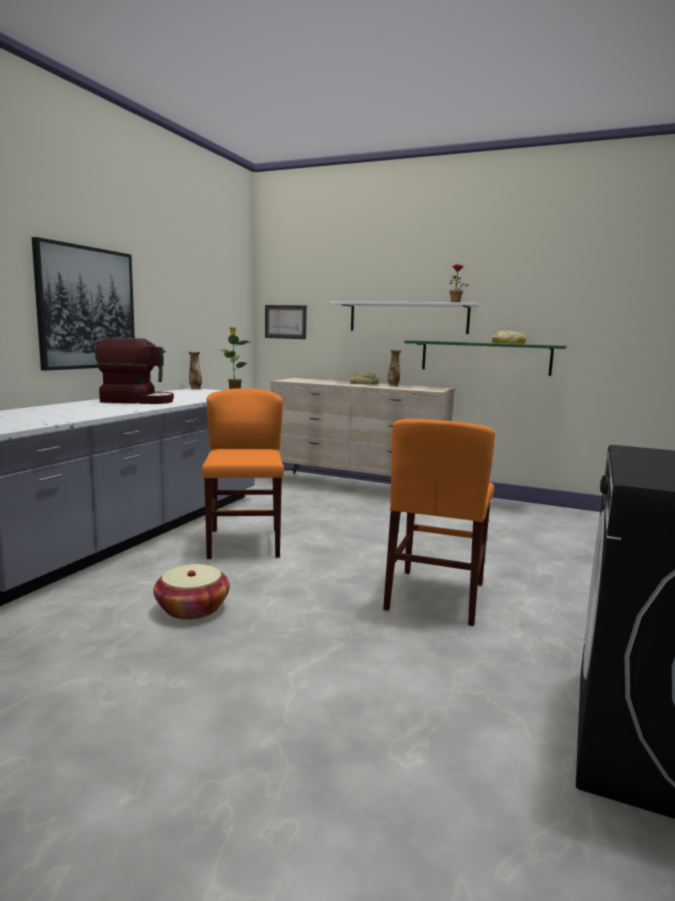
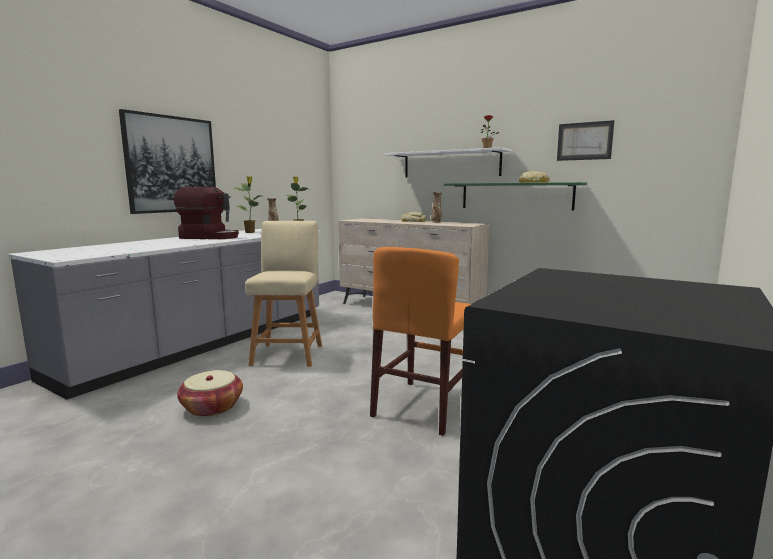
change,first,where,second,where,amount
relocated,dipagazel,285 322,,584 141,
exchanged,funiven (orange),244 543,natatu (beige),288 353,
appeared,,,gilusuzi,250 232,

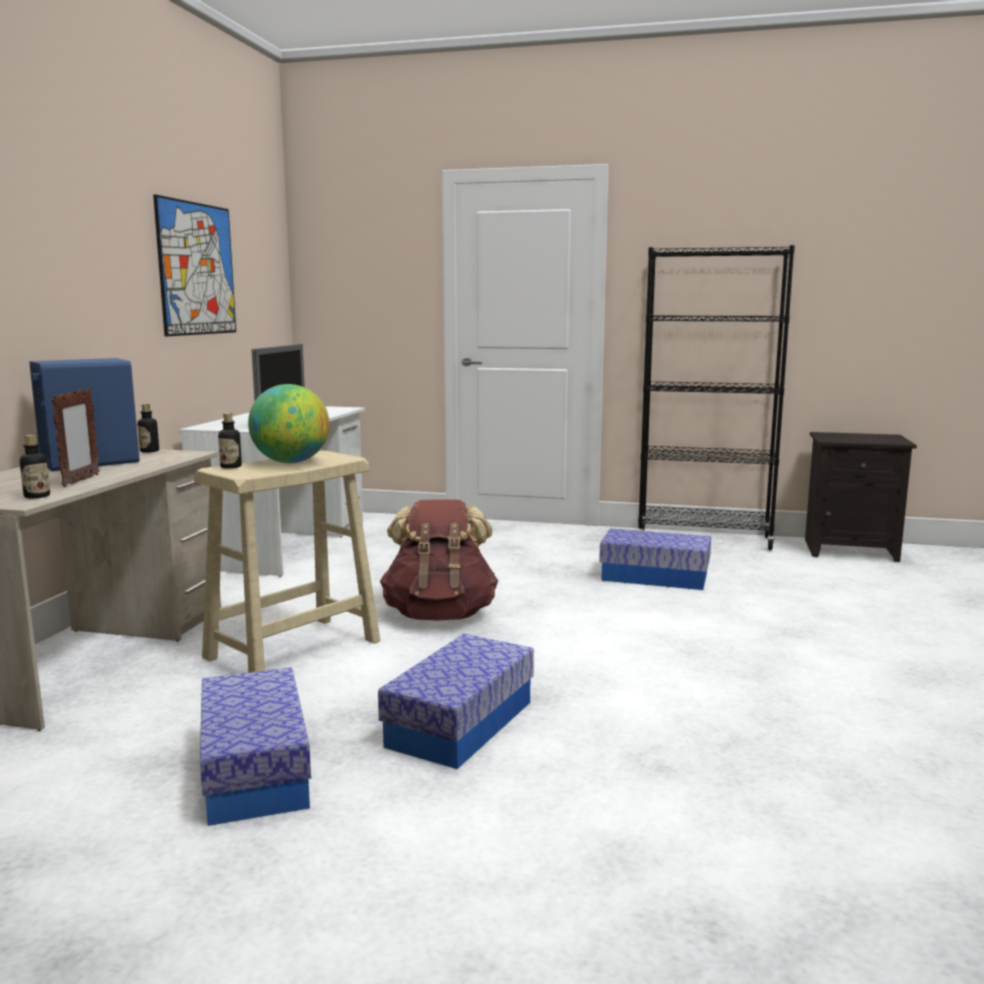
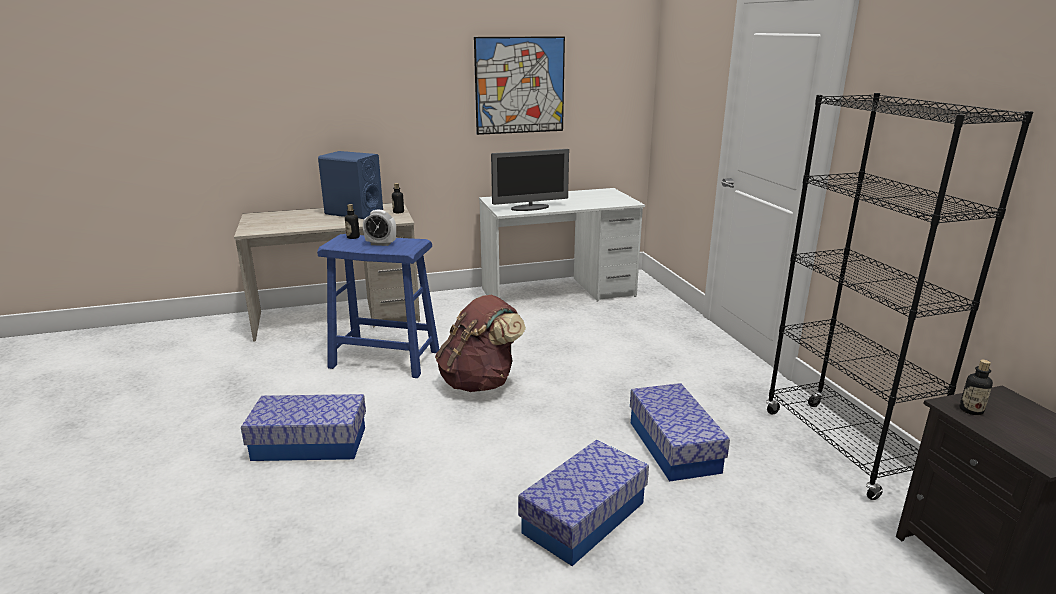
change,first,where,second,where,amount
exchanged,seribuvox,291 462,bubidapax,381 244,
missing,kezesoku,80 481,,,
relocated,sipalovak,37 496,,971 410,
colour,natatu (beige),292 650,natatu (blue),384 358,
relocated,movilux,255 770,,584 517,

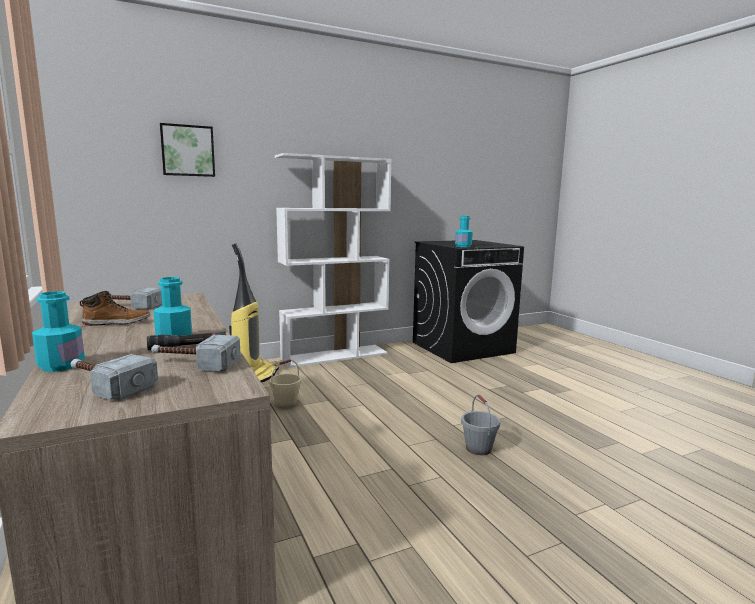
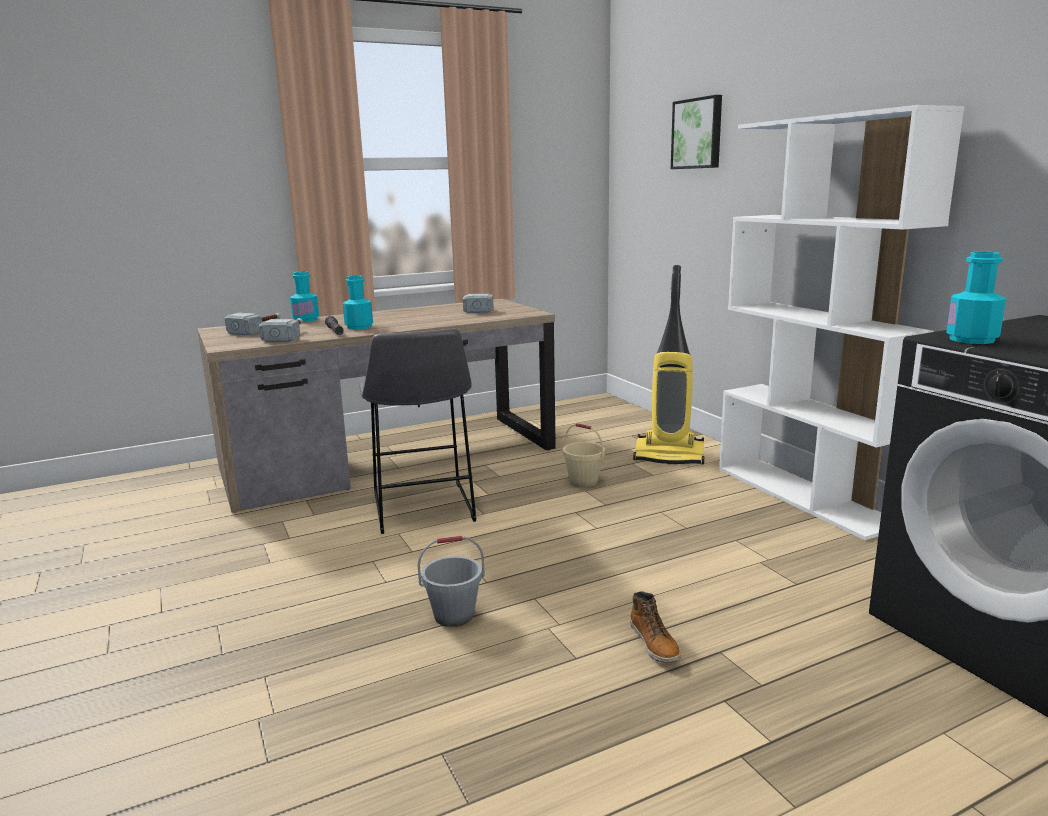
change,first,where,second,where,amount
relocated,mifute,117 322,,655 643,
appeared,,,natatu (grey),422 509,

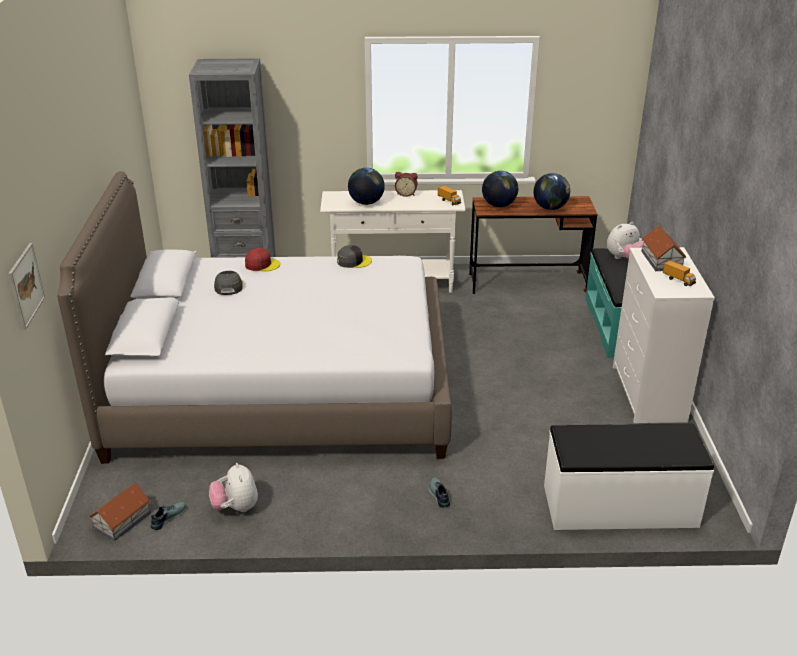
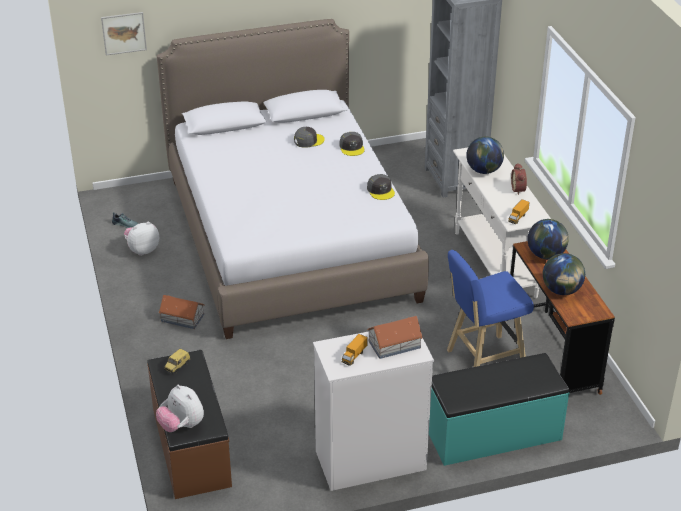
change,first,where,second,where,amount
relocated,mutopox,624 259,,181 425,
colour,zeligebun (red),262 264,zeligebun (grey),352 147,
colour,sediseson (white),620 507,sediseson (brown),190 447,
missing,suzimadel,438 495,,,
relocated,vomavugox,121 520,,182 317,
appeared,,,natatu (blue),482 361,
appeared,,,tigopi,177 367,

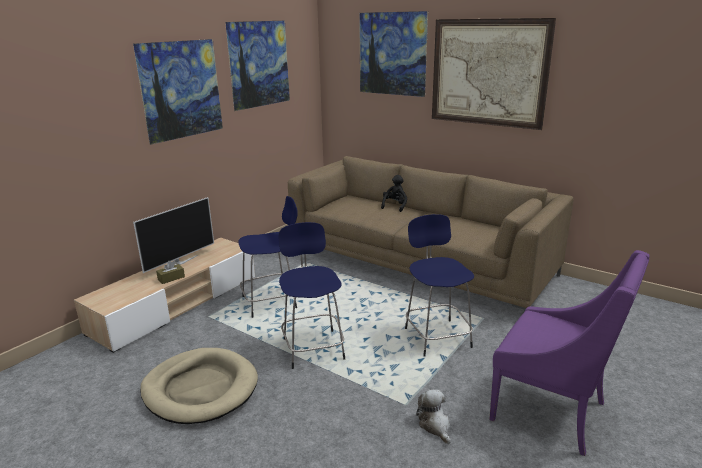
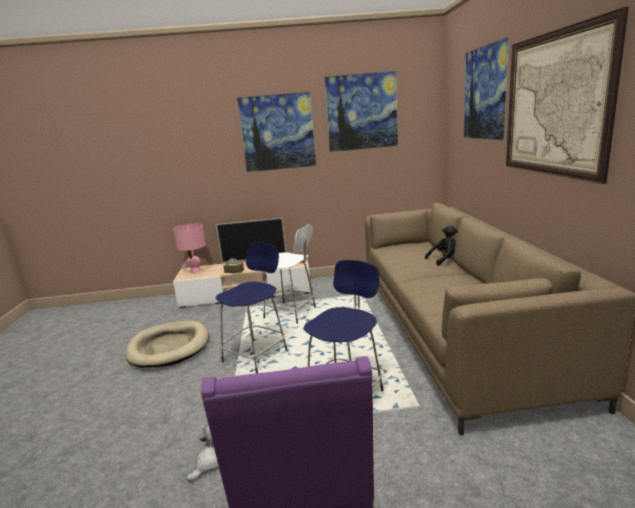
change,first,where,second,where,amount
colour,natatu (blue),271 301,natatu (white),292 313,
appeared,,,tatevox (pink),196 271,

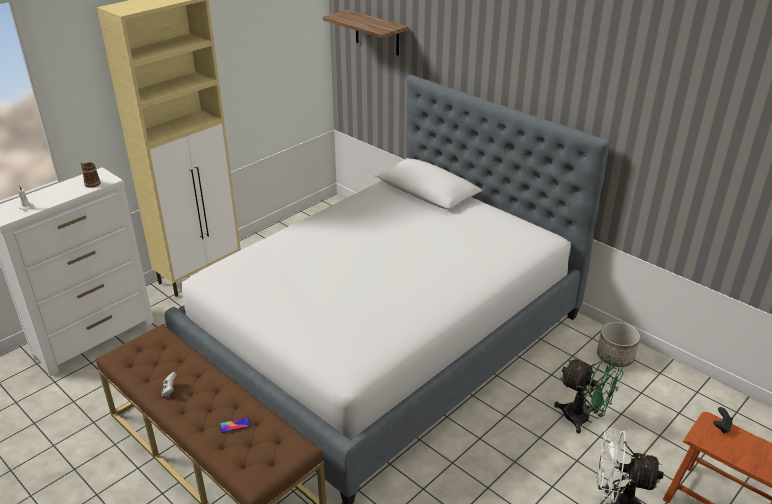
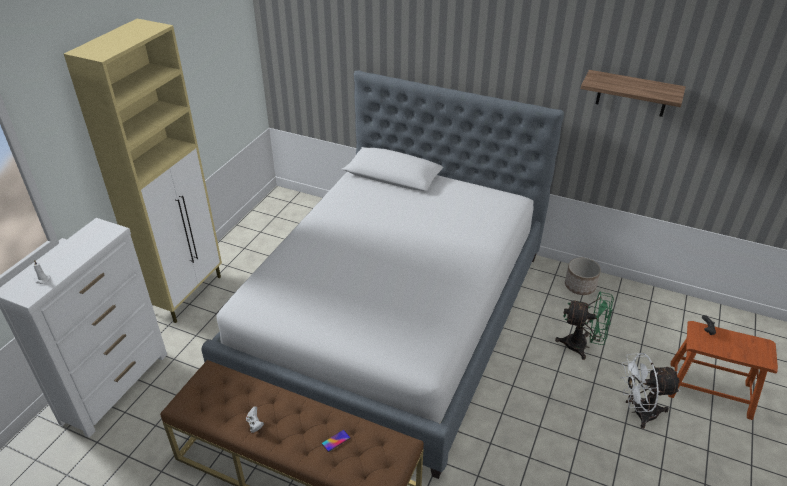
change,first,where,second,where,amount
relocated,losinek,377 33,,632 94,
missing,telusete,90 183,,,

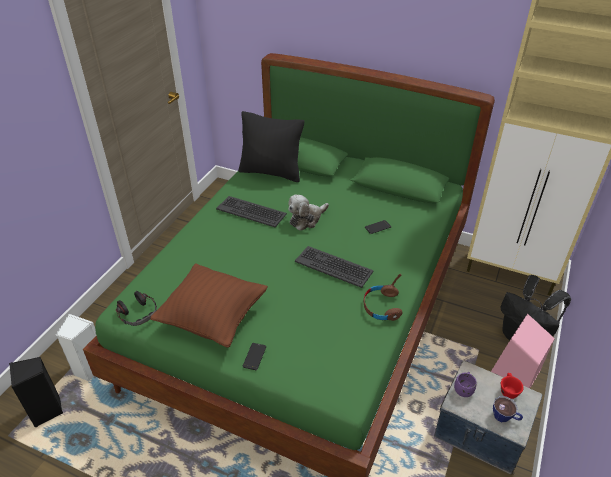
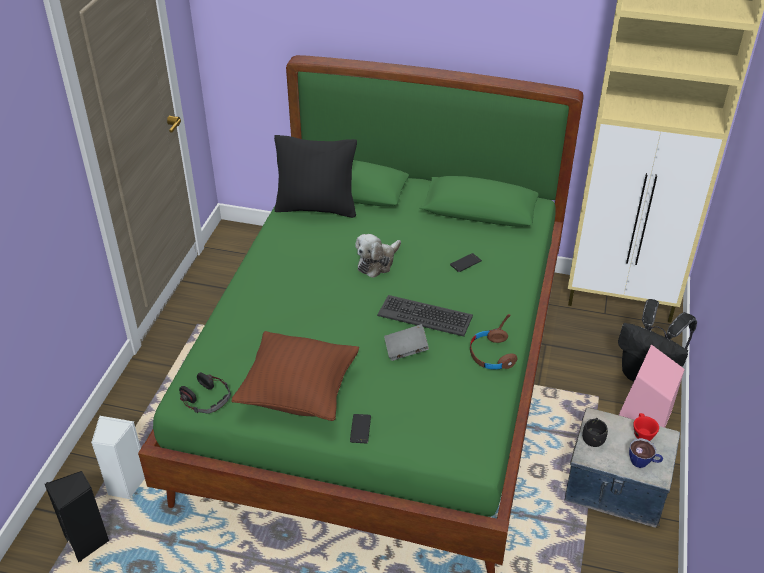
change,first,where,second,where,amount
missing,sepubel,251 211,,,
colour,telusete (purple),464 389,telusete (black),593 438,
appeared,,,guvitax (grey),406 350,

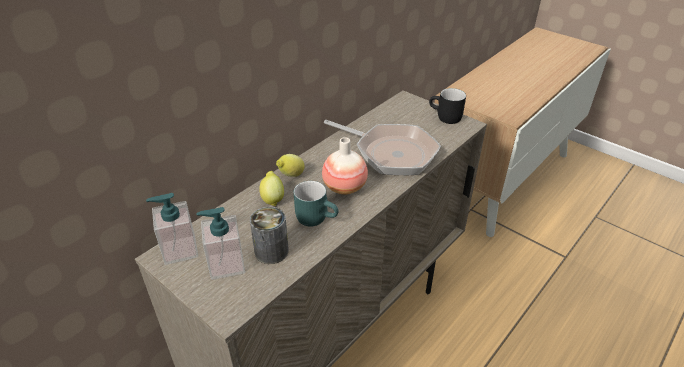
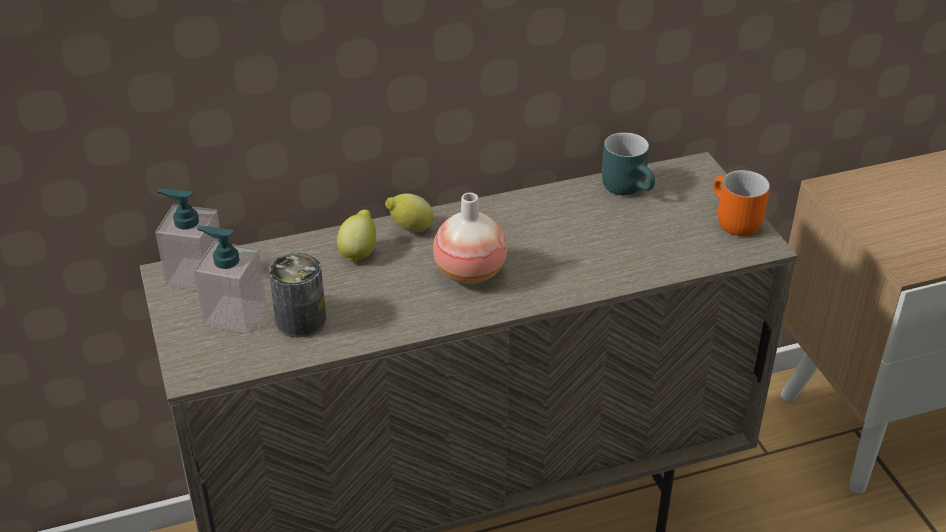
change,first,where,second,where,amount
colour,telusete (black),445 118,telusete (orange),731 221,
missing,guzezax,391 153,,,
relocated,telusete (turquoise),317 217,,630 187,

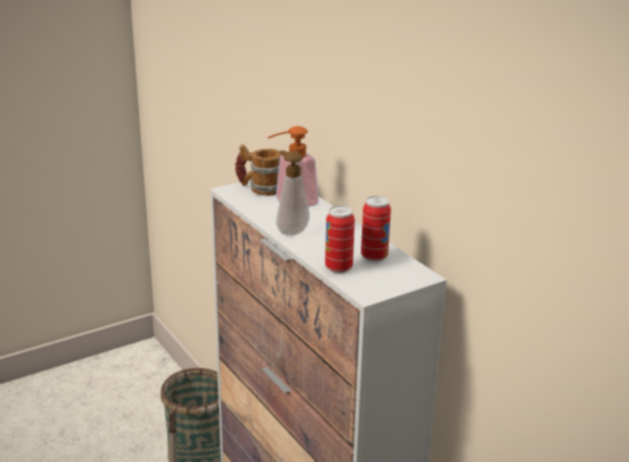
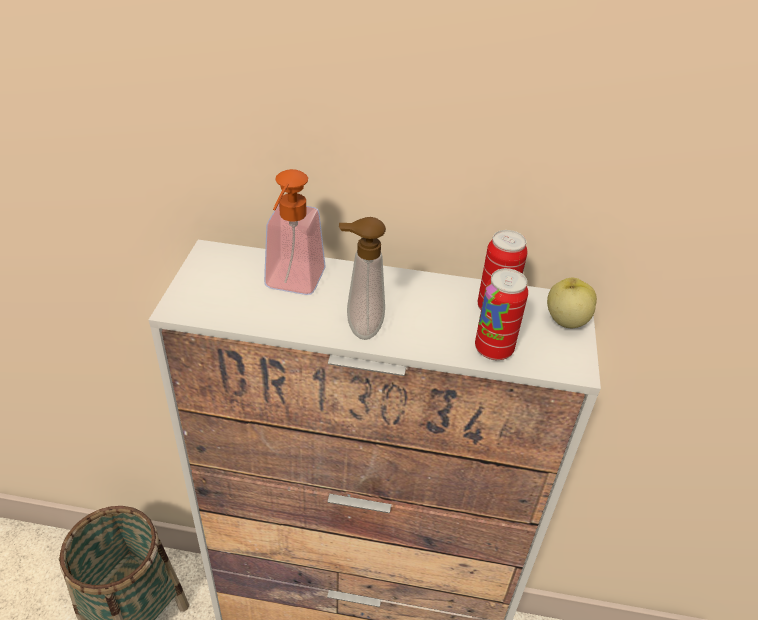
change,first,where,second,where,amount
missing,telusete,259 188,,,
appeared,,,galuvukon,565 320,

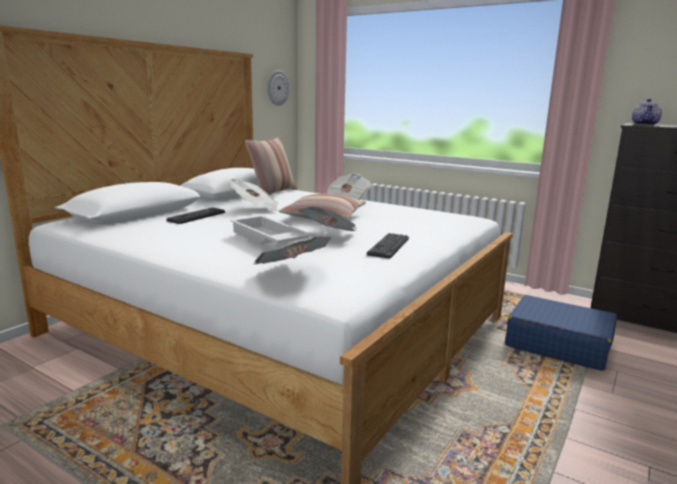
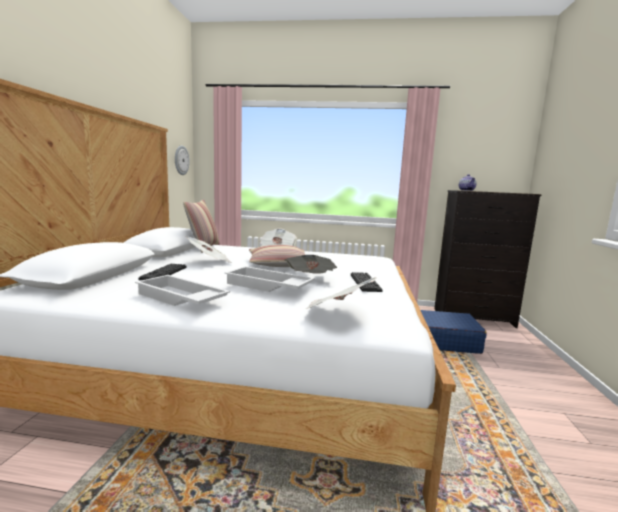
change,first,where,second,where,amount
appeared,,,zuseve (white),179 299,

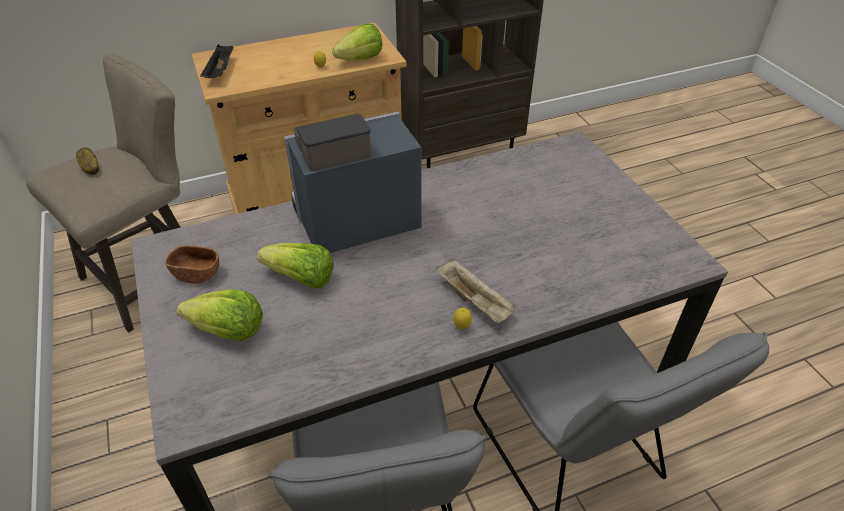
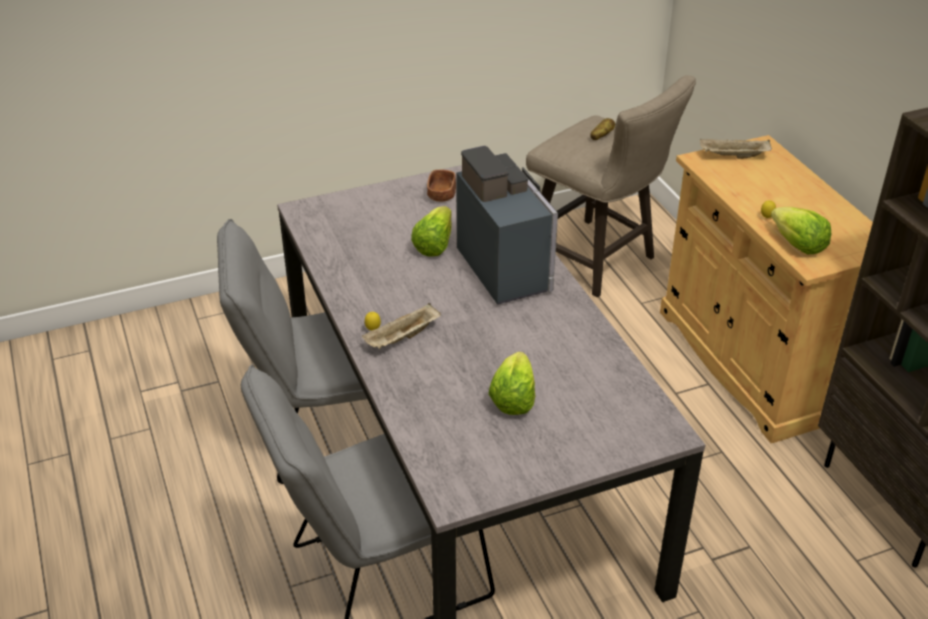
change,first,where,second,where,amount
colour,zuseve (black),220 72,zuseve (beige),733 156,
relocated,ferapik,228 331,,513 399,

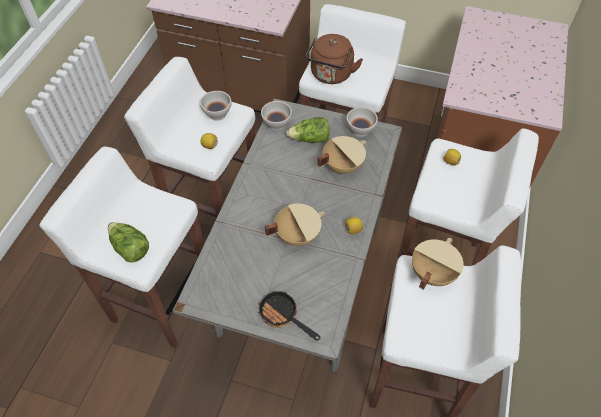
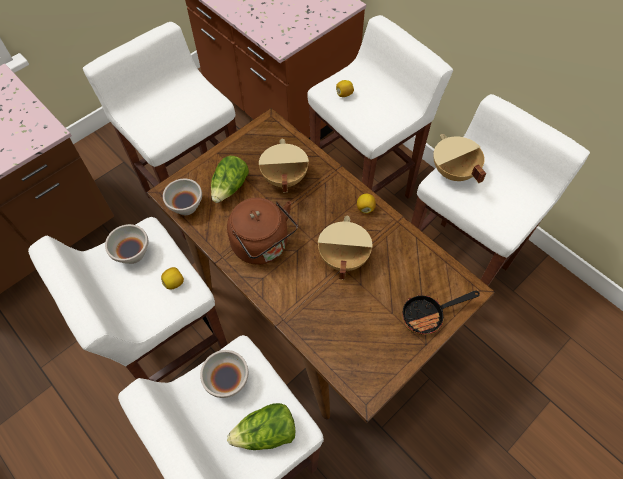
change,first,where,second,where,amount
relocated,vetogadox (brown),331 75,,263 246,
colour,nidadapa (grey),300 280,nidadapa (brown),312 308,
relocated,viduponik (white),361 130,,227 379,

